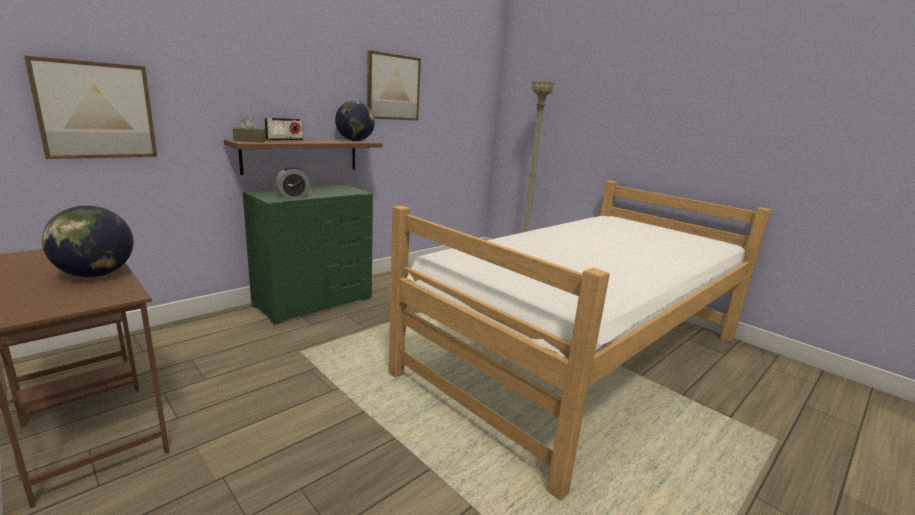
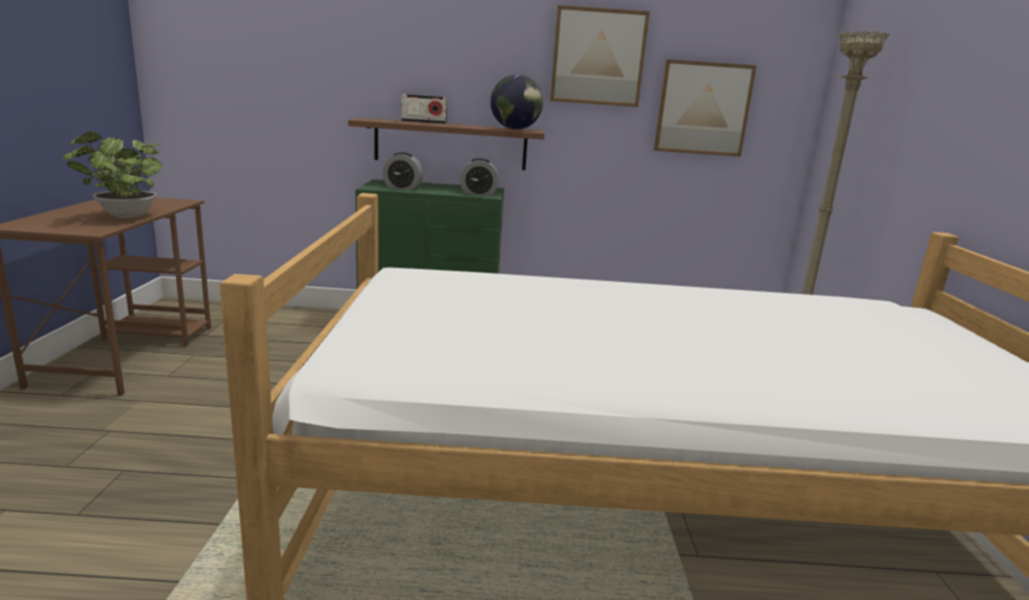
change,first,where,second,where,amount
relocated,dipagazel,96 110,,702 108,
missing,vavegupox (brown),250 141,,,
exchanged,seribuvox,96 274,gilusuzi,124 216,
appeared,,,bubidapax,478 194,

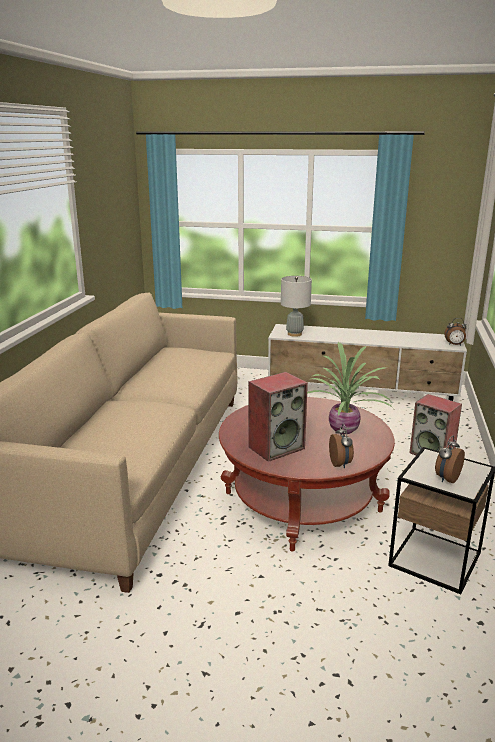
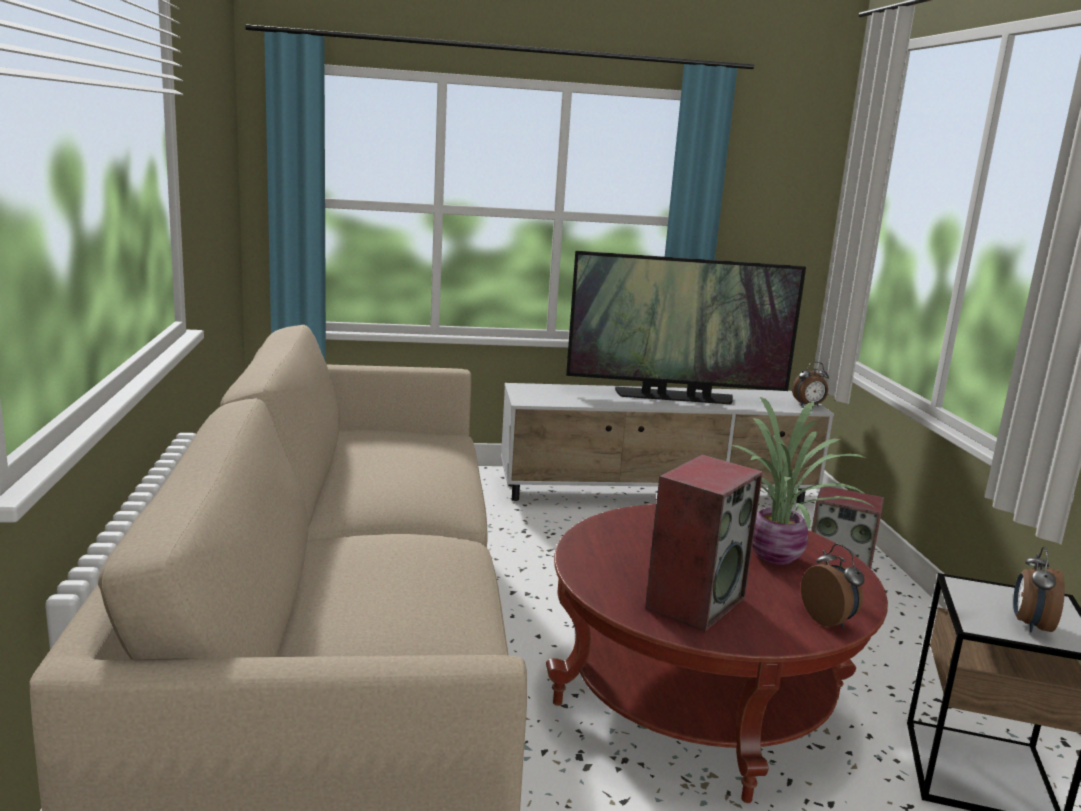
change,first,where,second,where,amount
missing,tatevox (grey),294 334,,,
appeared,,,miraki,674 397,

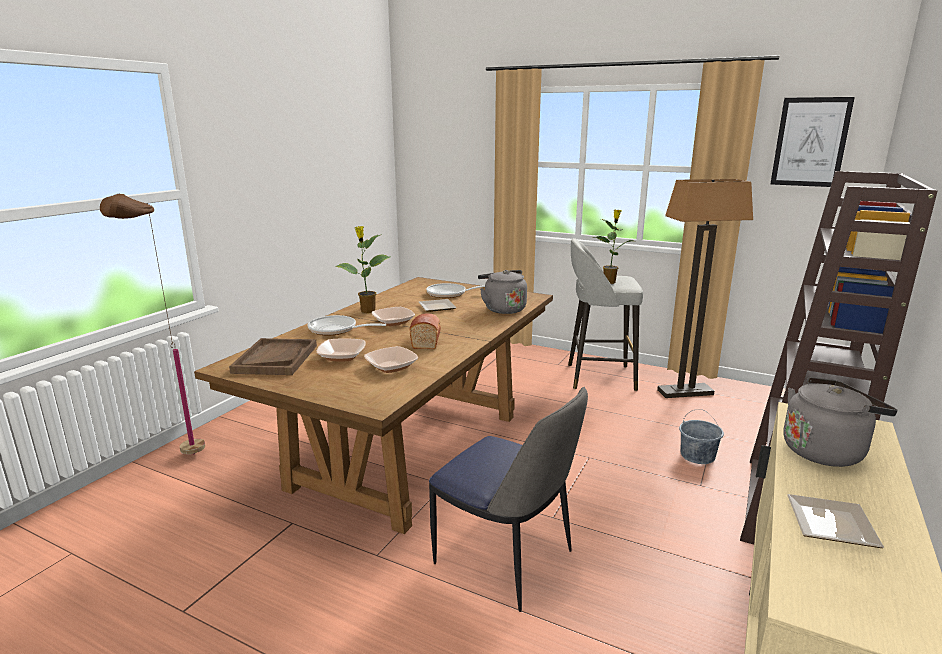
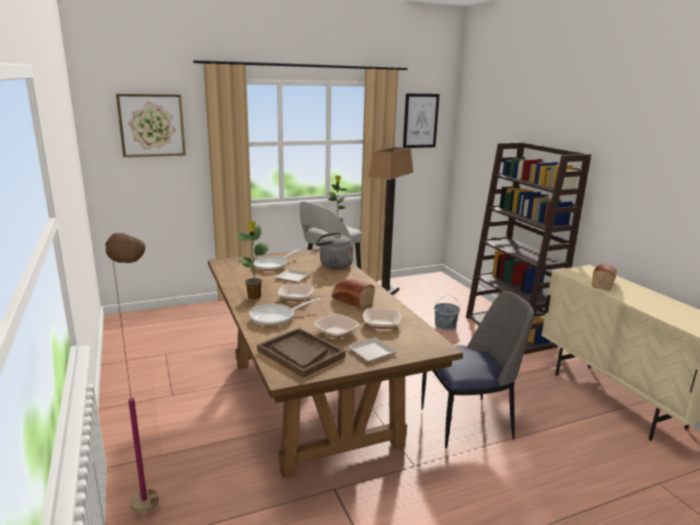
change,first,where,second,where,amount
exchanged,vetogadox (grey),825 451,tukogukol,603 283,
relocated,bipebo,833 523,,371 351,
appeared,,,dipagazel,152 125,

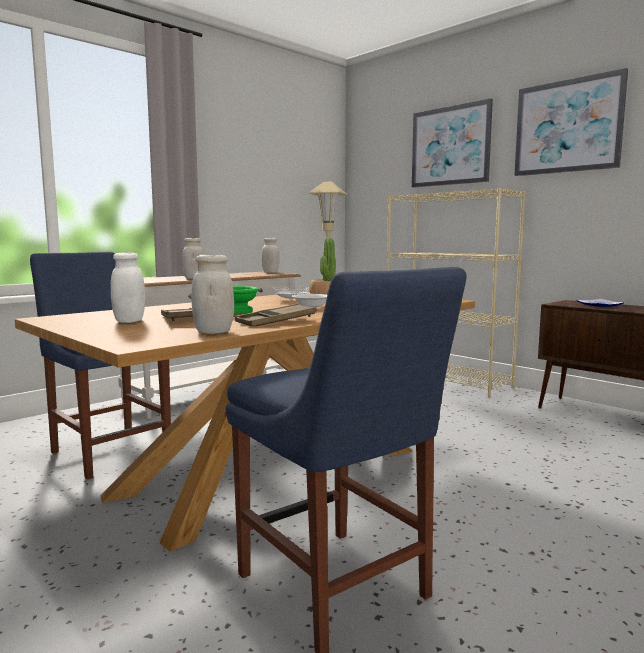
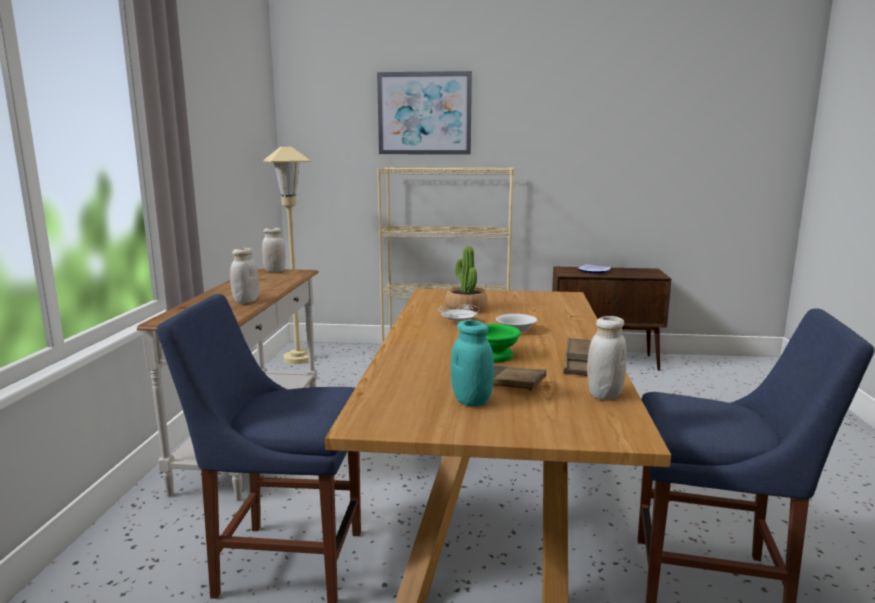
change,first,where,second,where,amount
missing,dipagazel,567 126,,,
colour,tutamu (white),129 321,tutamu (turquoise),471 401,

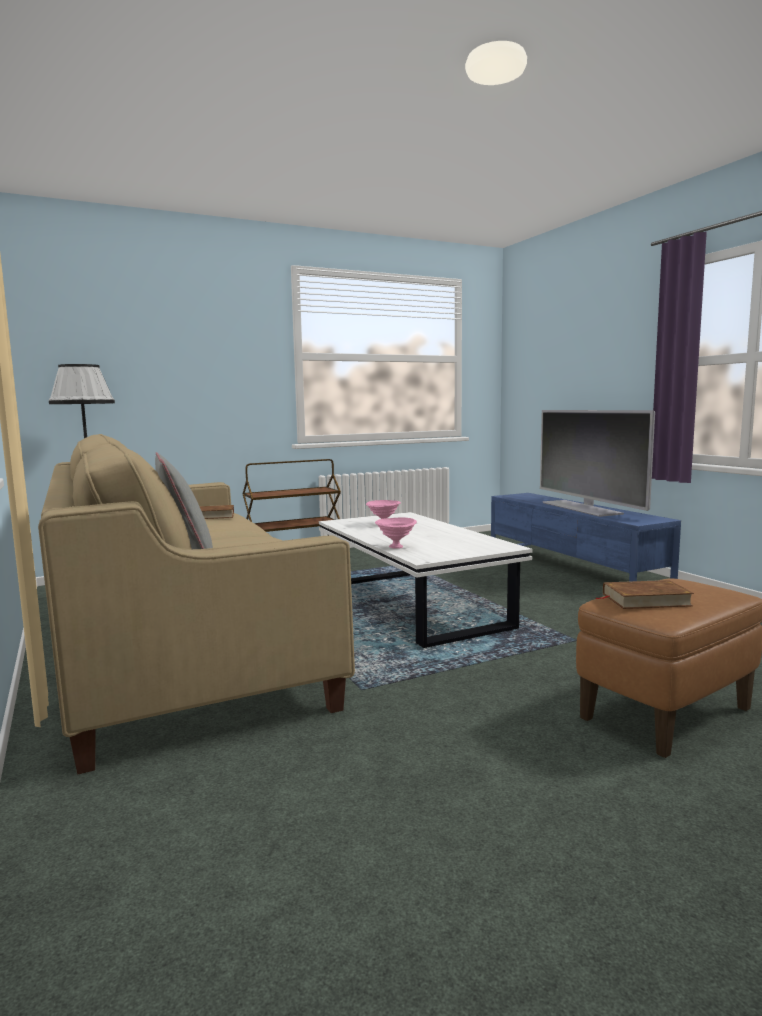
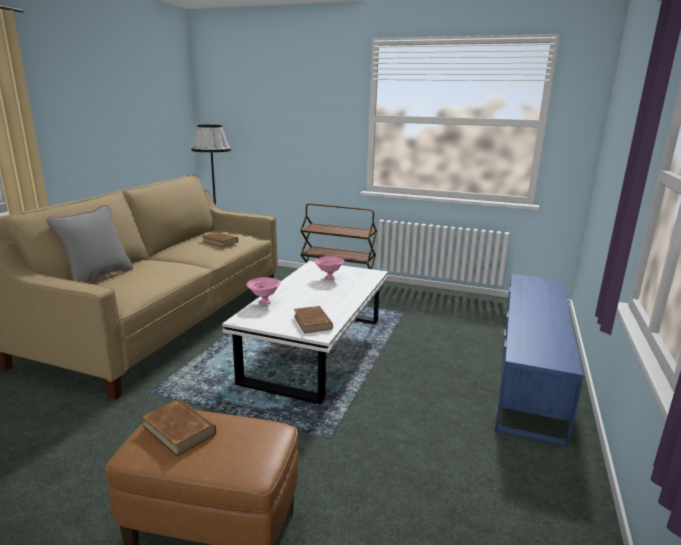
change,first,where,second,where,amount
missing,miraki,582 508,,,
appeared,,,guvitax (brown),312 322,

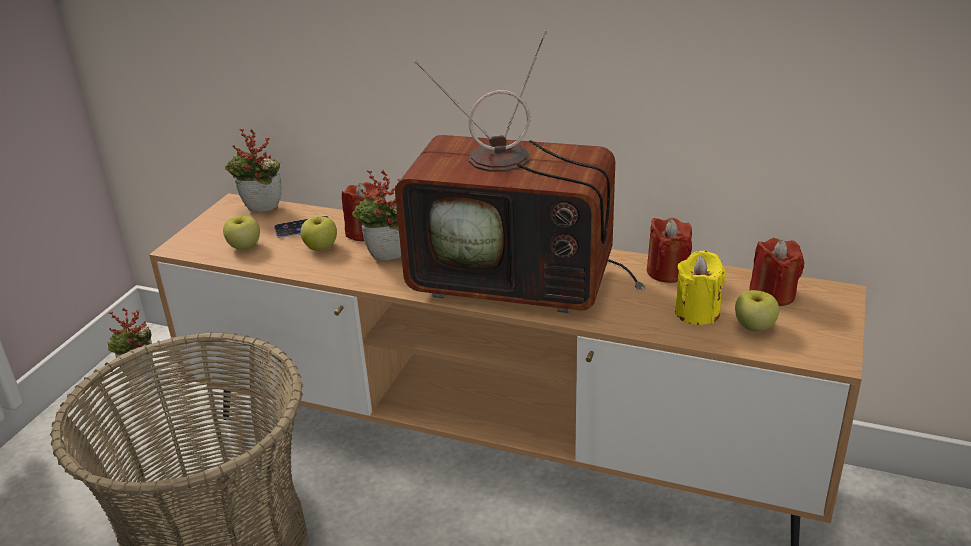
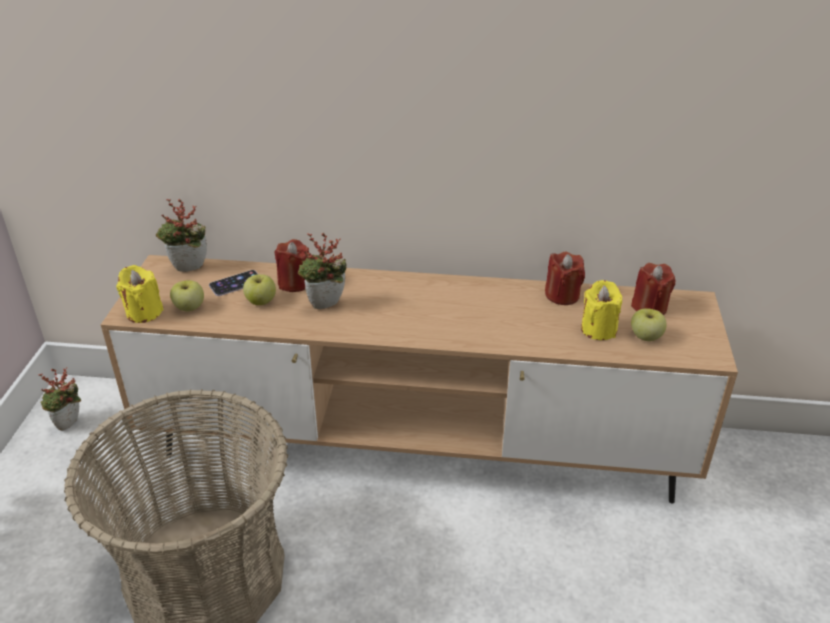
change,first,where,second,where,amount
missing,miraki,519 280,,,
appeared,,,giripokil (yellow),144 312,

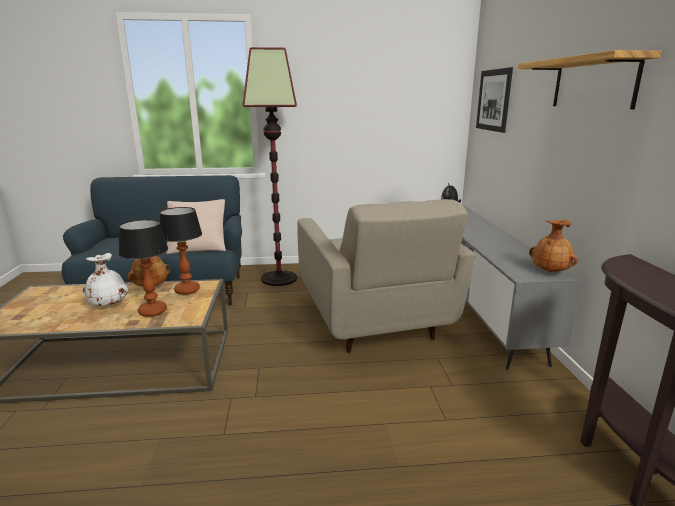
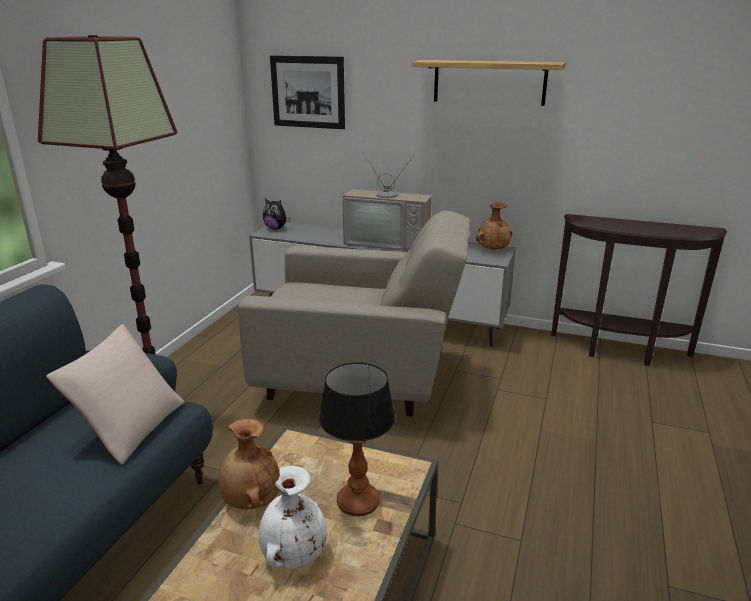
change,first,where,second,where,amount
missing,tatevox,187 290,,,
appeared,,,miraki,389 242,

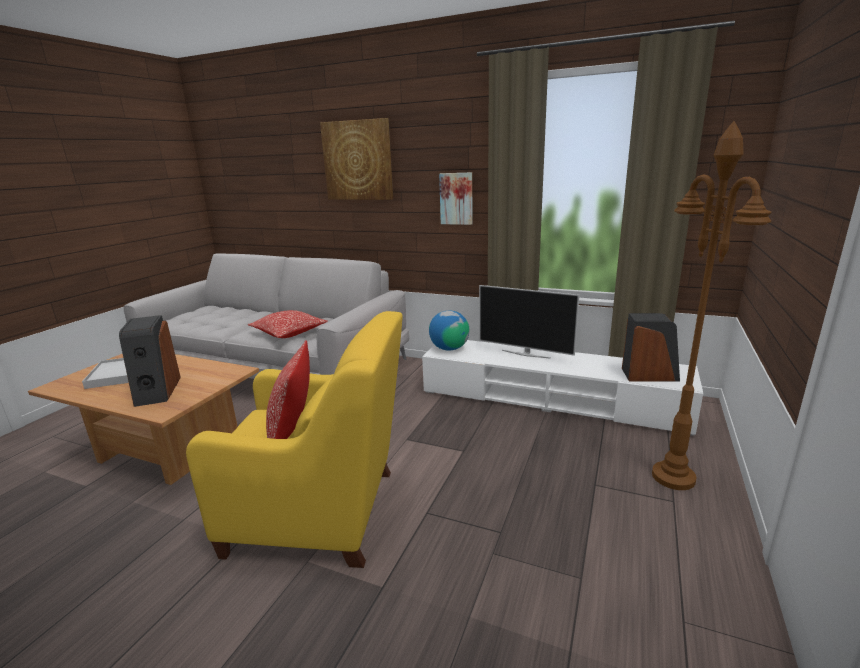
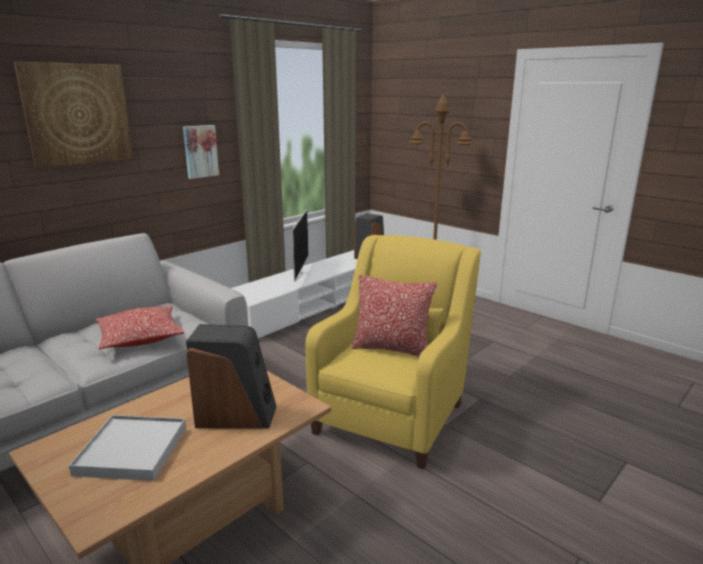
change,first,where,second,where,amount
spun,miraki,526 354,,298 274,45 degrees counterclockwise
missing,seribuvox,449 348,,,

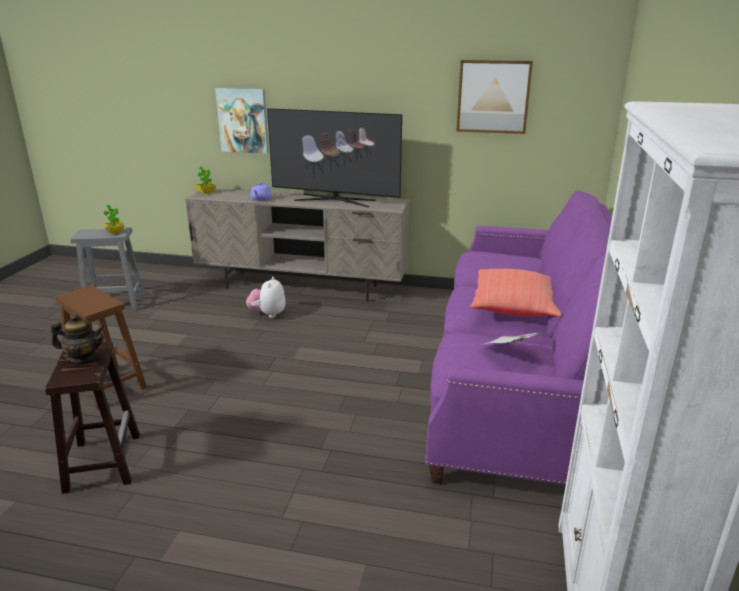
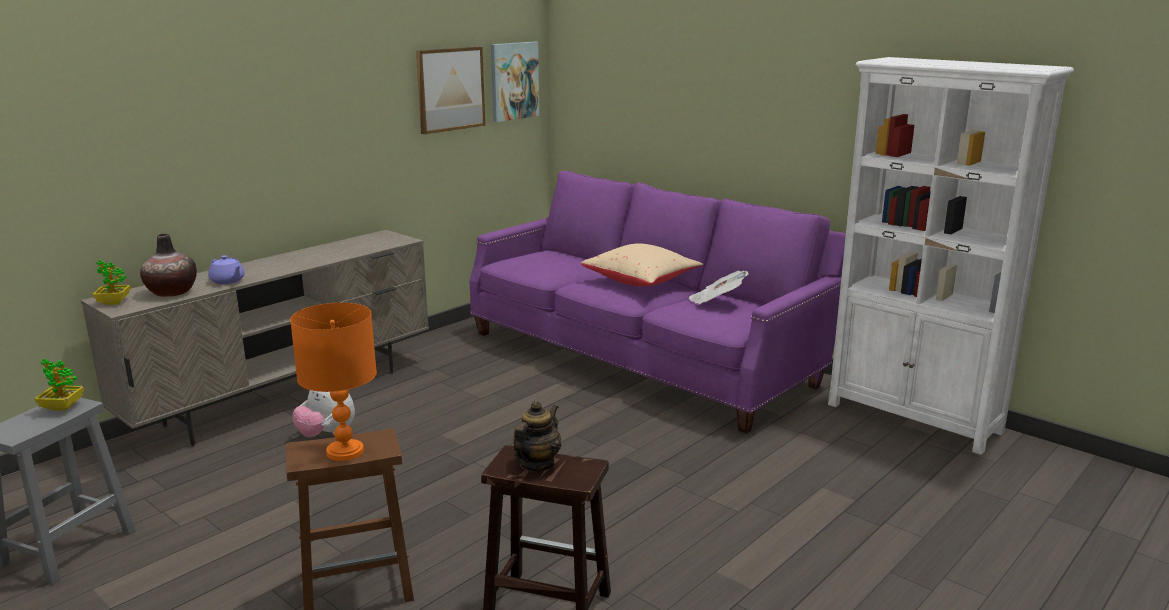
change,first,where,second,where,amount
relocated,dipagazel,243 120,,514 81,
missing,miraki,335 200,,,
colour,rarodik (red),514 309,rarodik (beige),642 282,
appeared,,,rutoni,172 292,
appeared,,,tatevox (orange),344 452,

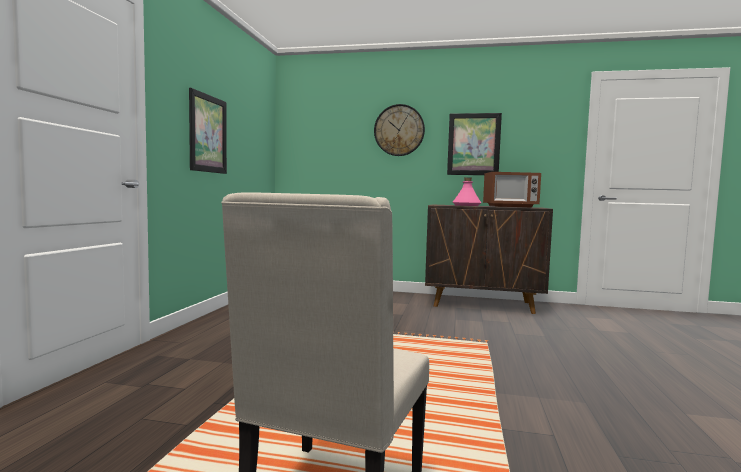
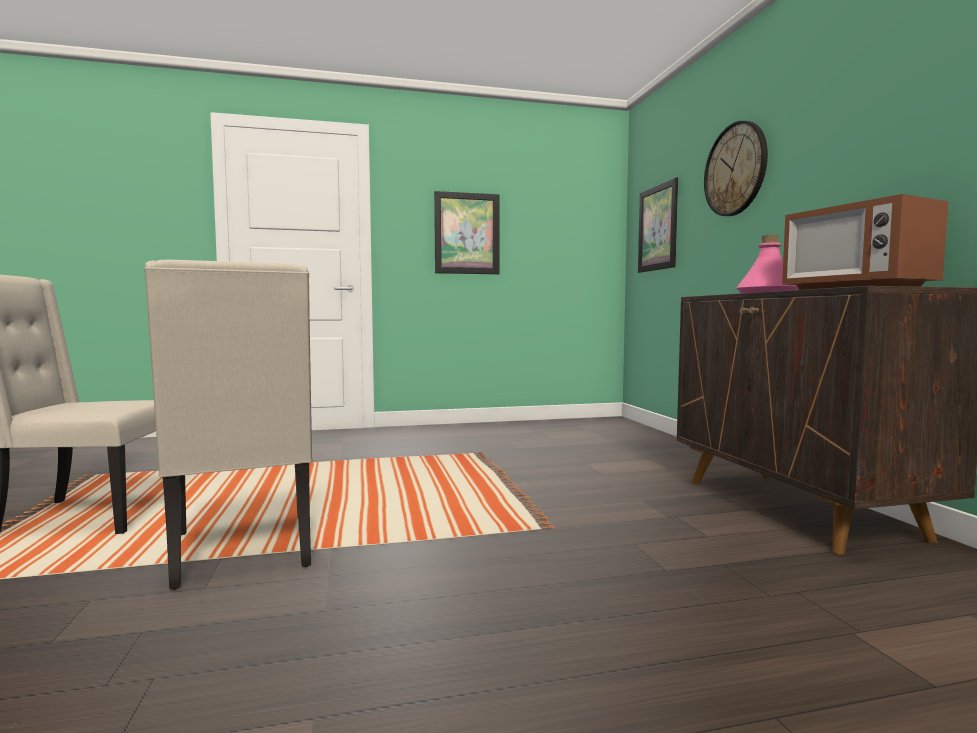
change,first,where,second,where,amount
relocated,dipagazel,473 144,,657 228,
appeared,,,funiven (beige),244 550,

